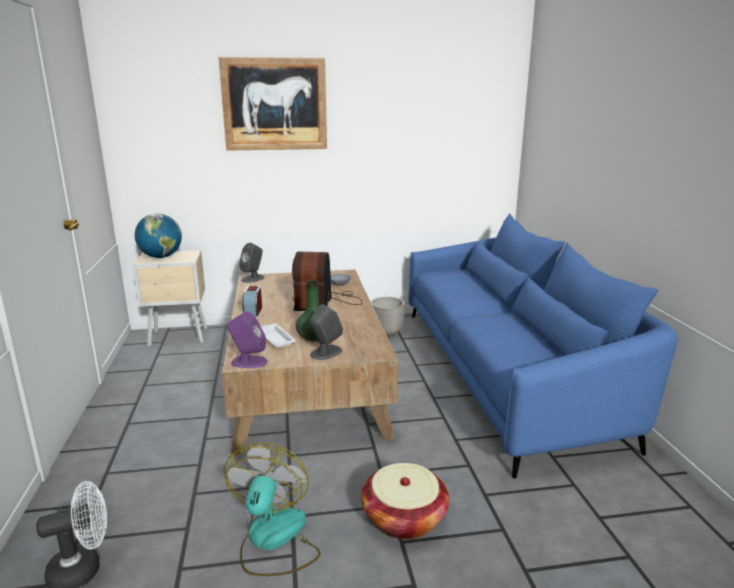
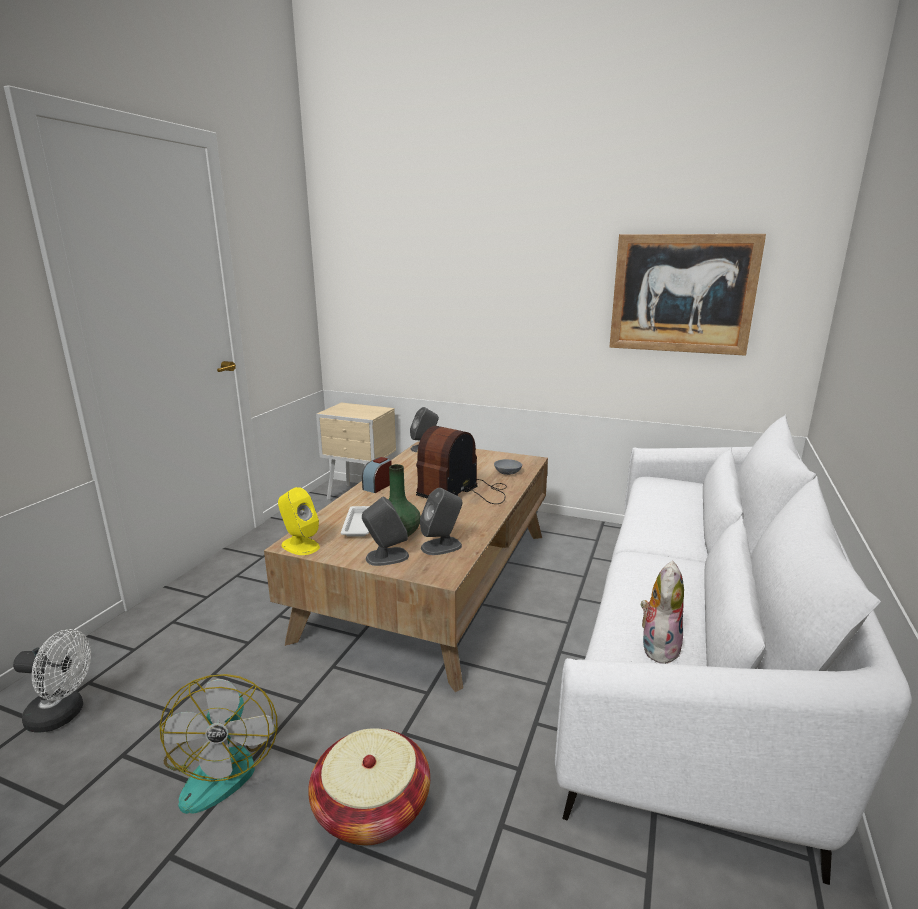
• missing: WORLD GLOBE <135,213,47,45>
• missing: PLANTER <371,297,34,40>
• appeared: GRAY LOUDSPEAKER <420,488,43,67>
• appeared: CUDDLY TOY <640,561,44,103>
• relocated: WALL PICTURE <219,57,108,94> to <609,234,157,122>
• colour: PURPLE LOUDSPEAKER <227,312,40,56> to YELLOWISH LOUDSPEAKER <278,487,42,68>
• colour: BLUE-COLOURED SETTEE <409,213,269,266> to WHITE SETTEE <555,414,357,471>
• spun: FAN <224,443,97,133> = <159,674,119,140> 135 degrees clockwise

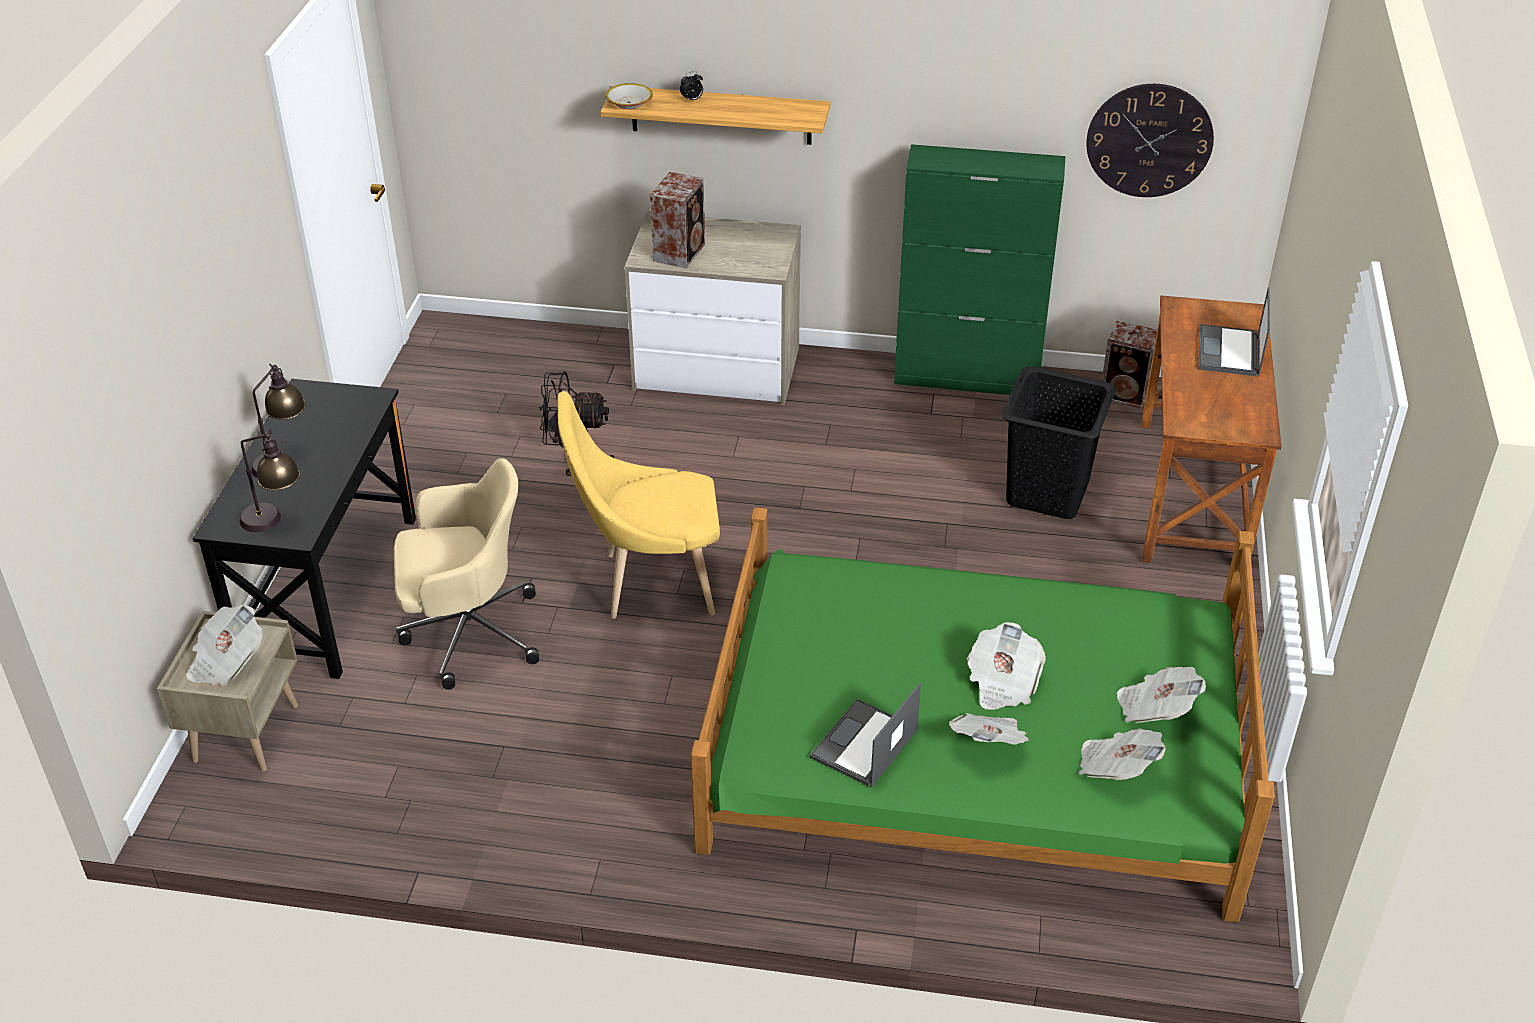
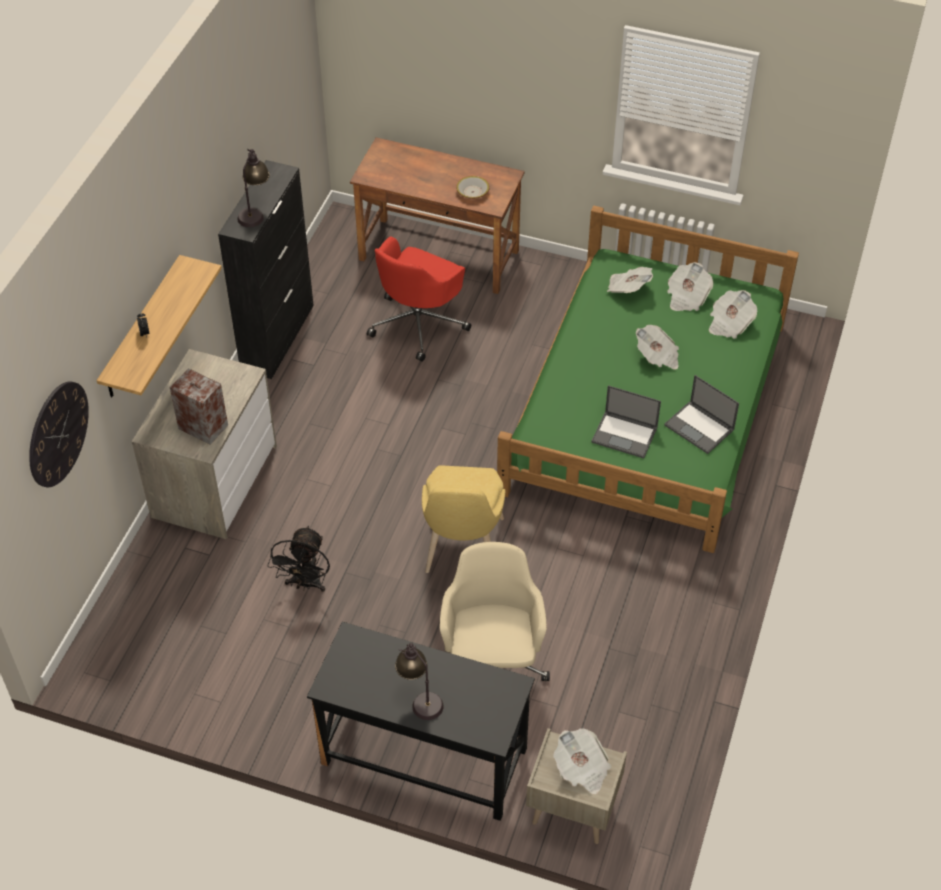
• missing: LOUDSPEAKER <1102,321,55,88>
• relocated: TABLE LAMP <240,430,60,102> to <237,149,33,78>
• relocated: BOWL <605,83,48,26> to <456,176,34,23>
• relocated: NEWSPAPER <949,713,81,32> to <607,267,46,26>
• relocated: CLOCK ON THE WALL <1087,84,127,113> to <29,381,60,106>
• relocated: LAPTOP <1198,287,72,90> to <591,385,70,73>
• exchanged: BLACKISH LAUNDRY BASKET <1002,366,114,153> to REDDISH COMPUTER CHAIR <367,236,104,126>
• colour: GREENISH STORAGE CABINET <894,144,171,251> to BLACKISH STORAGE CABINET <218,160,96,219>

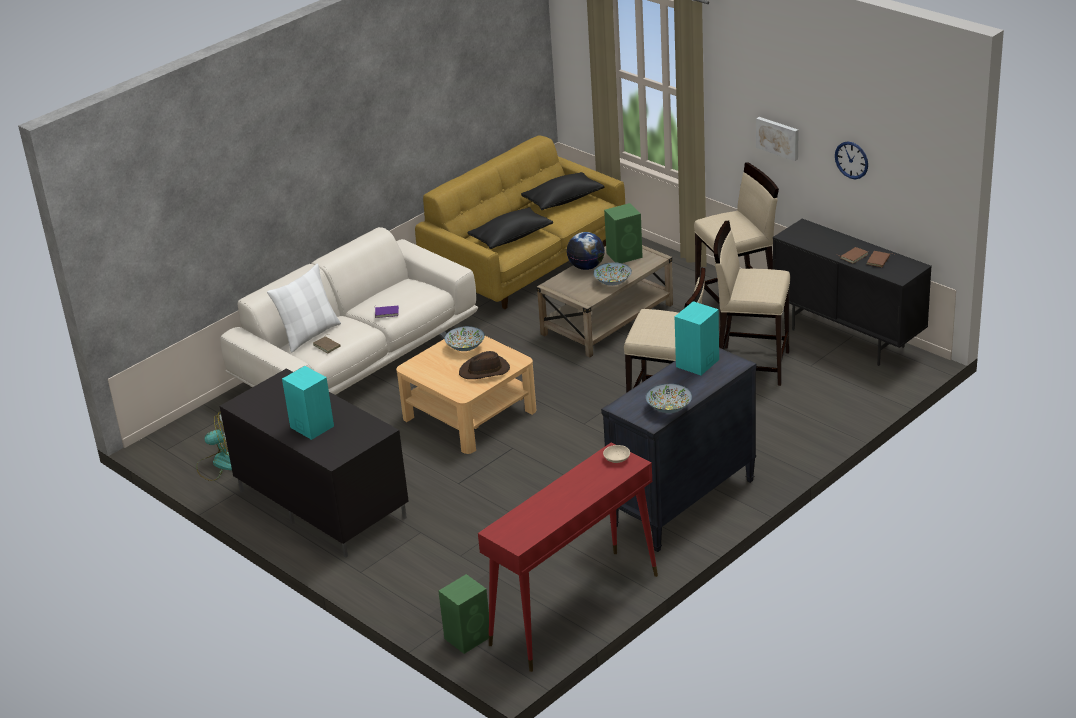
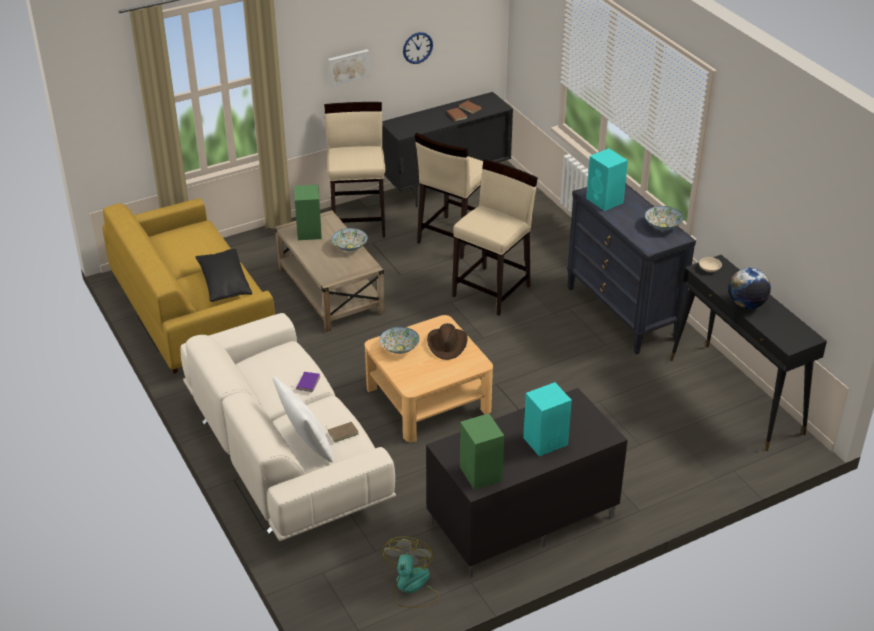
• missing: BLACKISH PILLOW <521,172,84,38>
• relocated: GREENISH LOUDSPEAKER <438,574,51,80> to <460,413,44,77>
• relocated: WORLD GLOBE <567,232,38,38> to <728,268,43,41>
• colour: REDDISH HALL TABLE <478,443,180,229> to BLACKISH HALL TABLE <670,255,157,196>

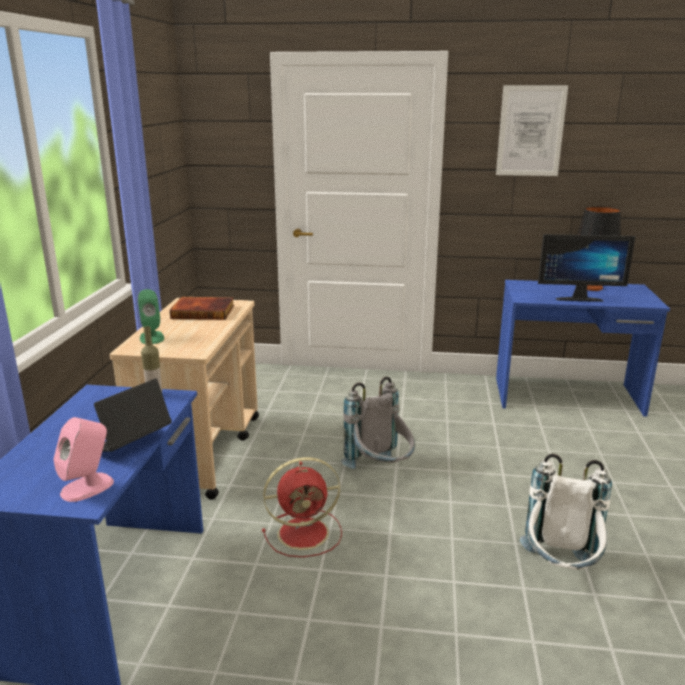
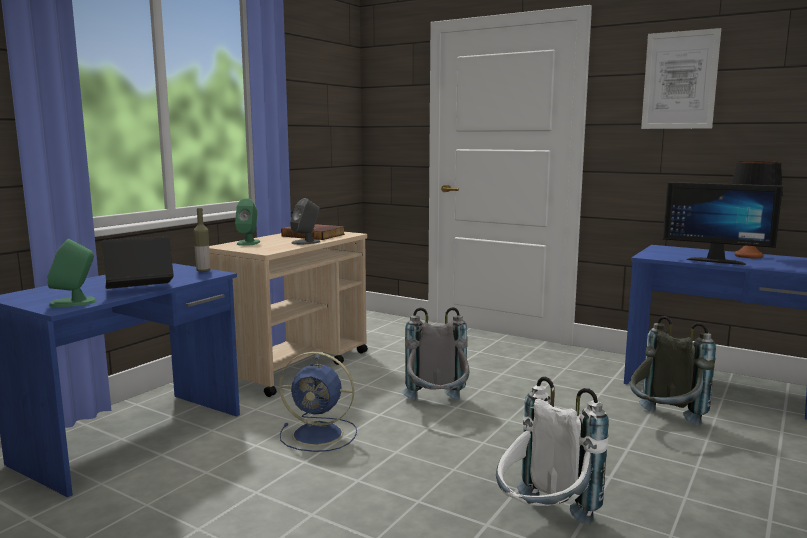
• appeared: GRAY LOUDSPEAKER <290,198,30,47>
• appeared: GRAY BACKPACK <630,316,86,109>
• colour: PINK LOUDSPEAKER <53,417,61,85> to GREENISH LOUDSPEAKER <48,239,49,68>
• colour: REDDISH FAN <262,457,80,100> to BLUE-COLOURED FAN <279,352,78,100>

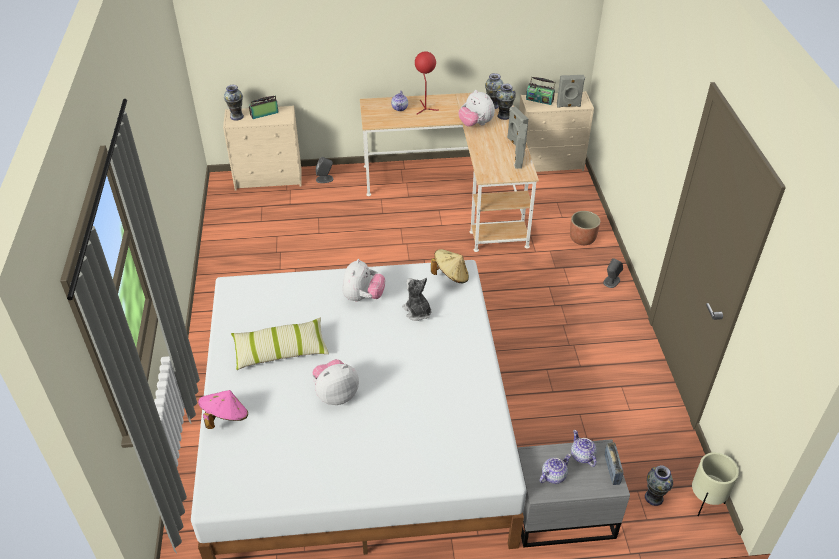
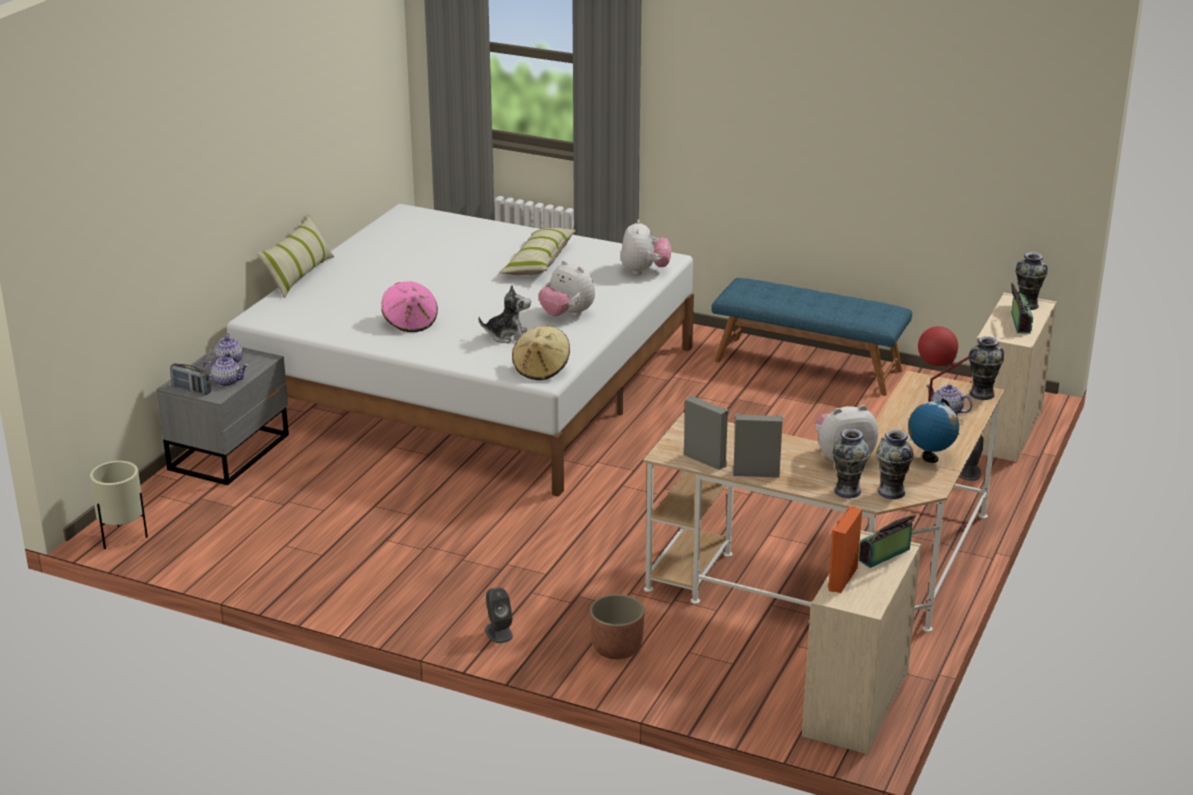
• appeared: PILLOW <257,215,77,83>
• appeared: BLUE-COLOURED INDOOR BENCH <711,278,201,118>
• appeared: WORLD GLOBE <908,398,51,65>
• relocated: PINK CLOTHING HAT <198,390,50,39> to <381,282,57,50>
• relocated: CUDDLY TOY <312,359,47,46> to <621,219,50,56>
• relocated: FLOWER VASE <645,465,28,41> to <968,336,36,64>
• colour: GRAY LOUDSPEAKER <557,75,28,32> to ORANGE-COLOURED LOUDSPEAKER <828,506,34,87>

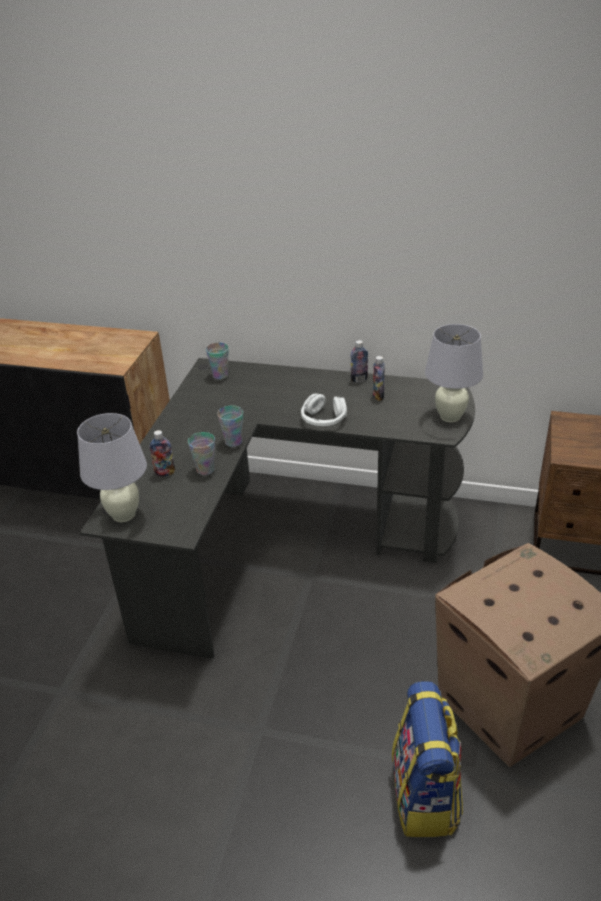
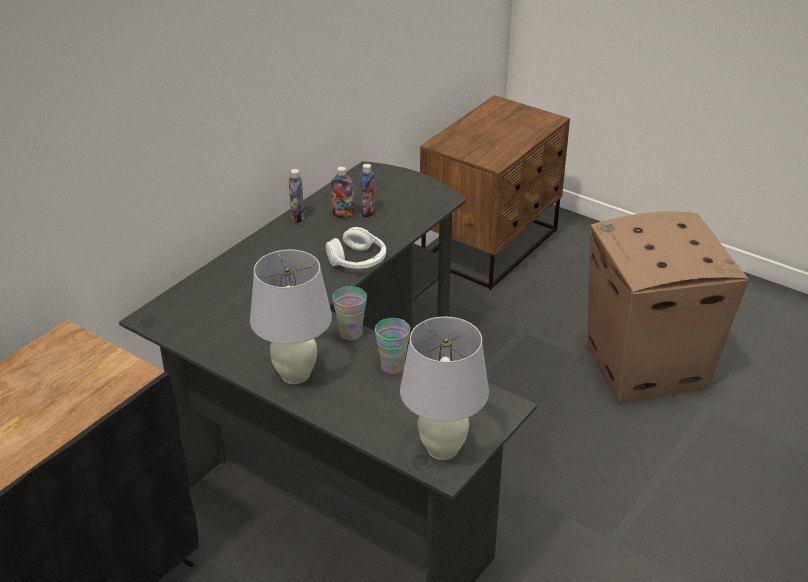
• missing: DRINKING CUP <206,342,23,37>
• missing: BACKPACK <392,681,71,156>
• relocated: DRINK BOTTLE <149,430,26,47> to <360,164,15,53>
• relocated: WHITE TABLE LAMP <425,324,58,98> to <250,249,82,135>

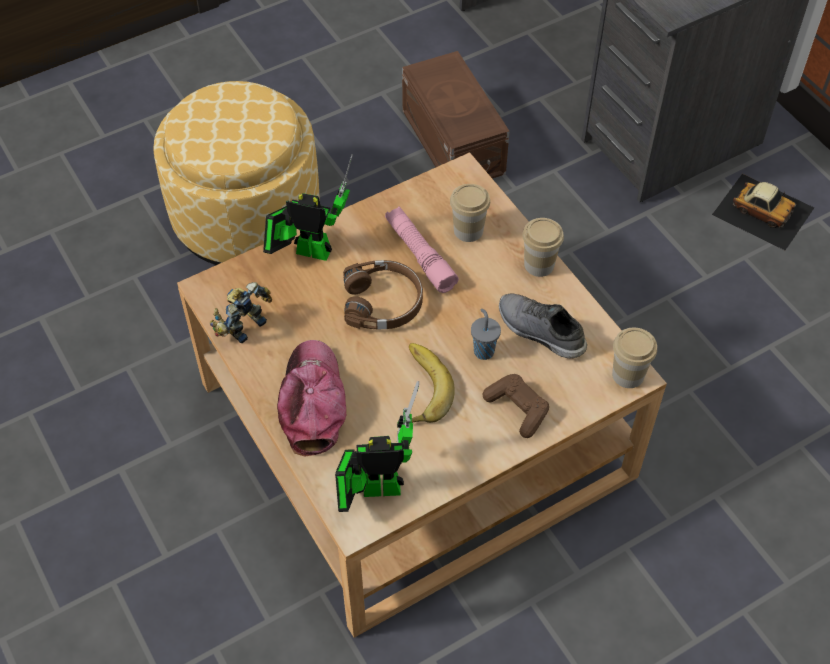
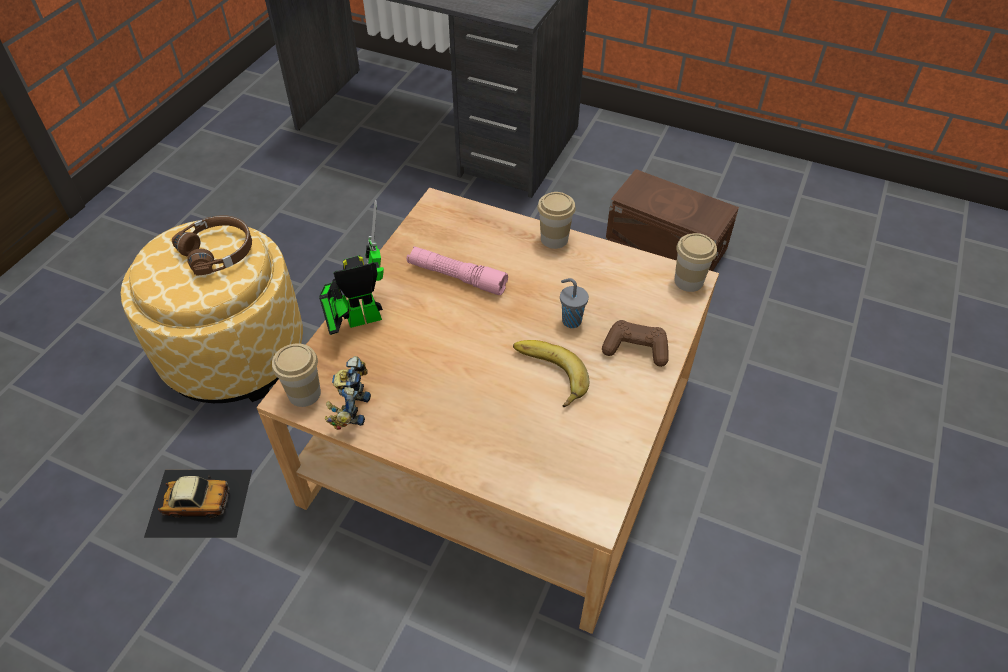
• missing: BASEBALL CAP <277,340,69,117>
• missing: ROBOT FIGURE <335,381,84,131>
• missing: GRAY LOW SHOE <499,294,88,64>
• relocated: BROWNISH HEADSET <343,260,80,69> to <172,215,80,61>
• relocated: BROWNISH STORAGE BIN <402,51,107,128> to <606,169,133,102>
• relocated: DRINKING CUP <450,184,40,58> to <272,343,49,64>
• relocated: TOY CAR <712,174,102,76> to <144,470,108,68>

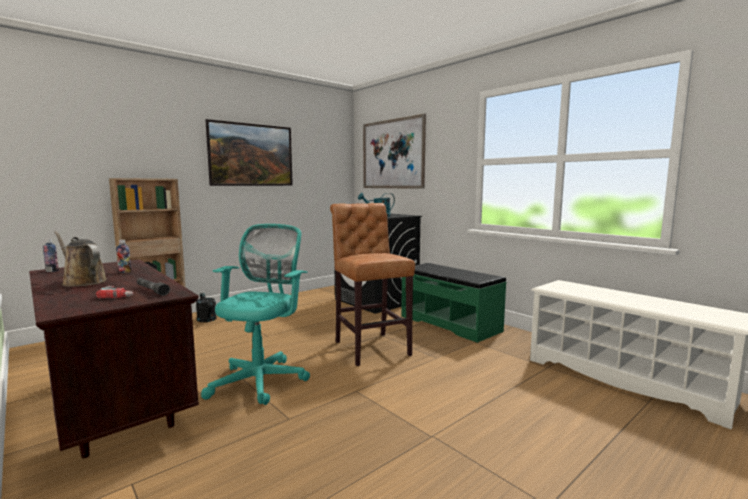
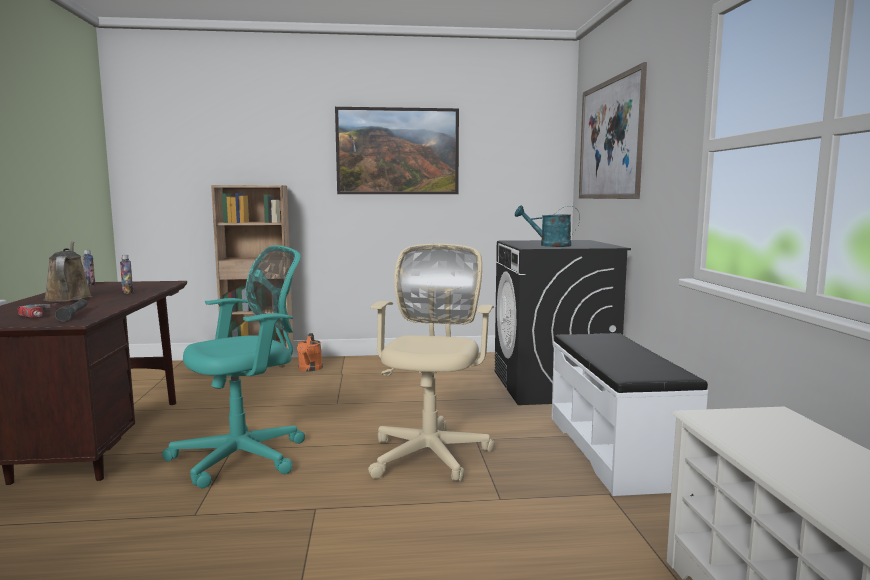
• exchanged: BROWNISH STOOL SEAT <330,203,85,163> to BEIGE COMPUTER CHAIR <368,244,127,238>
• colour: BLACKISH SPRINKLING CAN <196,293,20,29> to ORANGE-COLOURED SPRINKLING CAN <297,333,26,39>
• colour: GREENISH INDOOR BENCH <401,263,105,80> to WHITE INDOOR BENCH <551,333,157,163>

